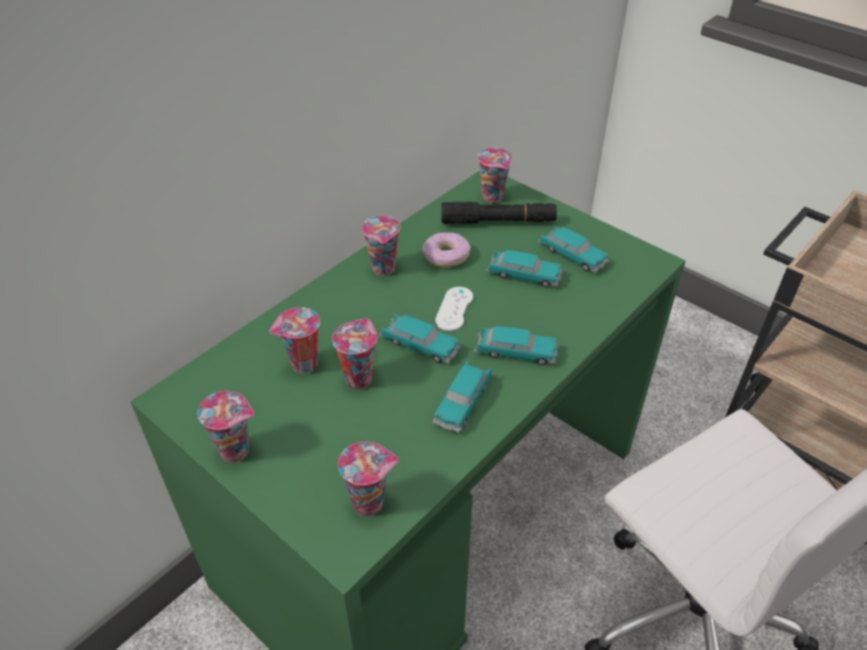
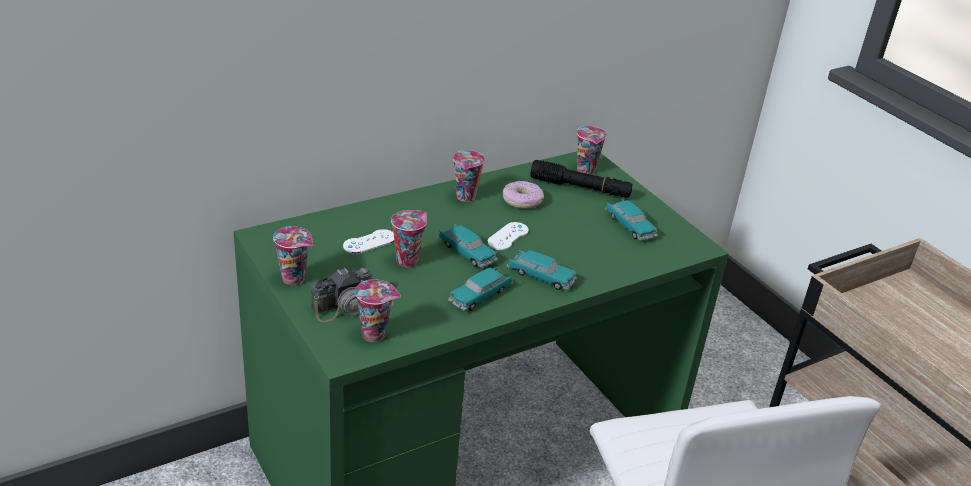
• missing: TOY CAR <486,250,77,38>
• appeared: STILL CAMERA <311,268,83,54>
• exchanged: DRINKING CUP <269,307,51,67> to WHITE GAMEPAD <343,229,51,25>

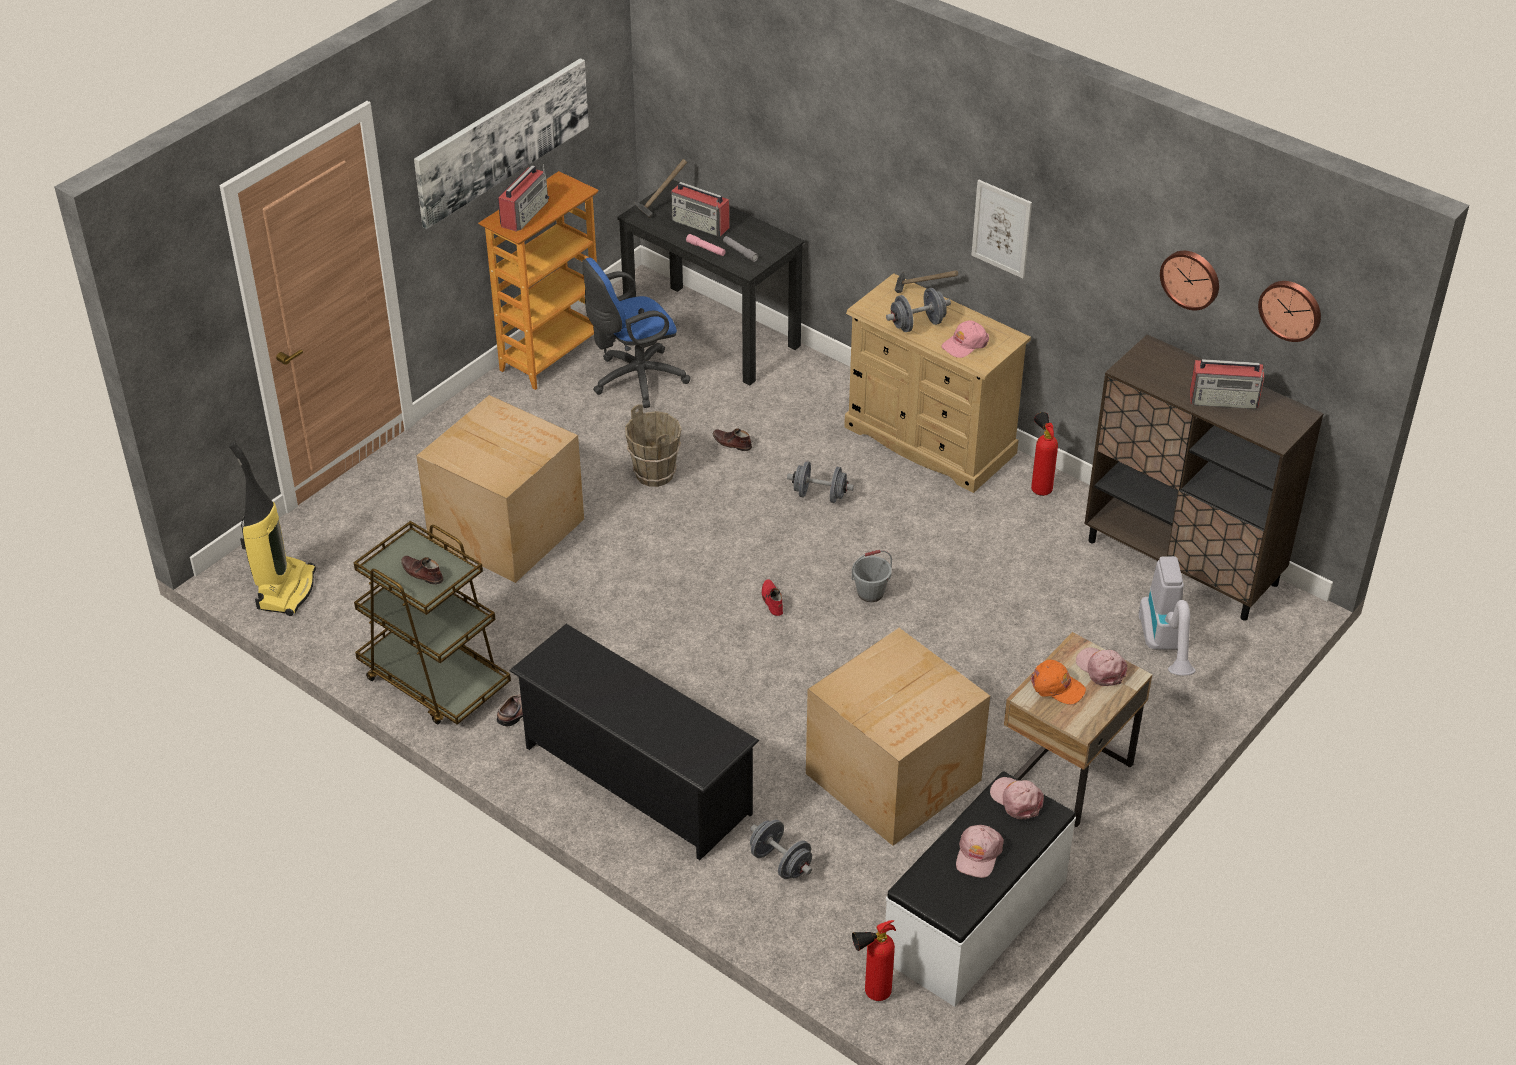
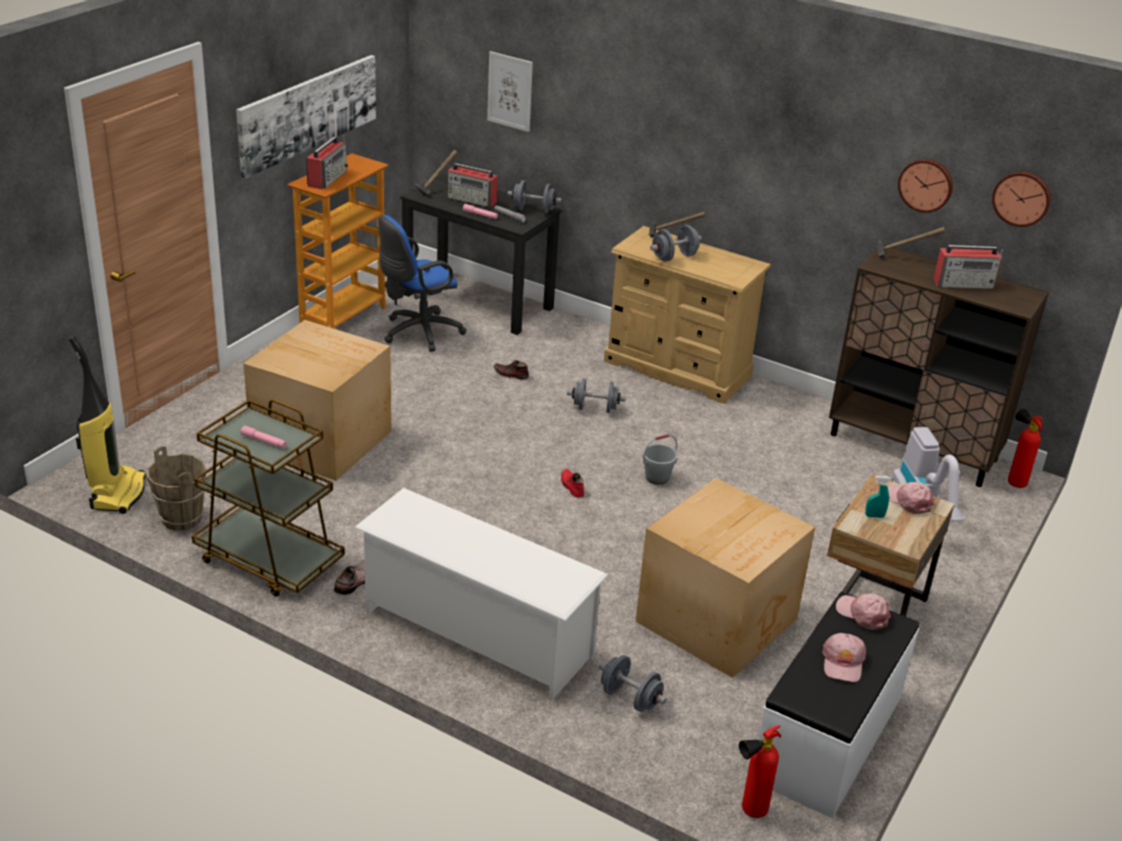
• missing: PINK BASEBALL CAP <941,320,48,38>
• appeared: GRAY DUMBBELL <507,180,55,34>
• appeared: TOOL HAMMER <878,227,67,32>
• relocated: BROWNISH WATER BUCKET <625,404,57,83> to <147,446,60,85>
• relocated: WALL PICTURE <971,180,61,98> to <487,51,46,81>
• relocated: EXTINGUISHER <1031,412,27,84> to <1008,408,35,80>
• exchanged: BROWNISH LOW SHOE <401,556,43,29> to PINK FLASHLIGHT <241,426,46,23>
• exchanged: ORANGE-COLOURED BASEBALL CAP <1030,660,56,44> to TURQUOISE-COLOURED HAND SPRAYER <865,476,25,42>
• colour: BLACKISH SHOE RACK <509,624,250,236> to WHITE SHOE RACK <355,488,253,213>

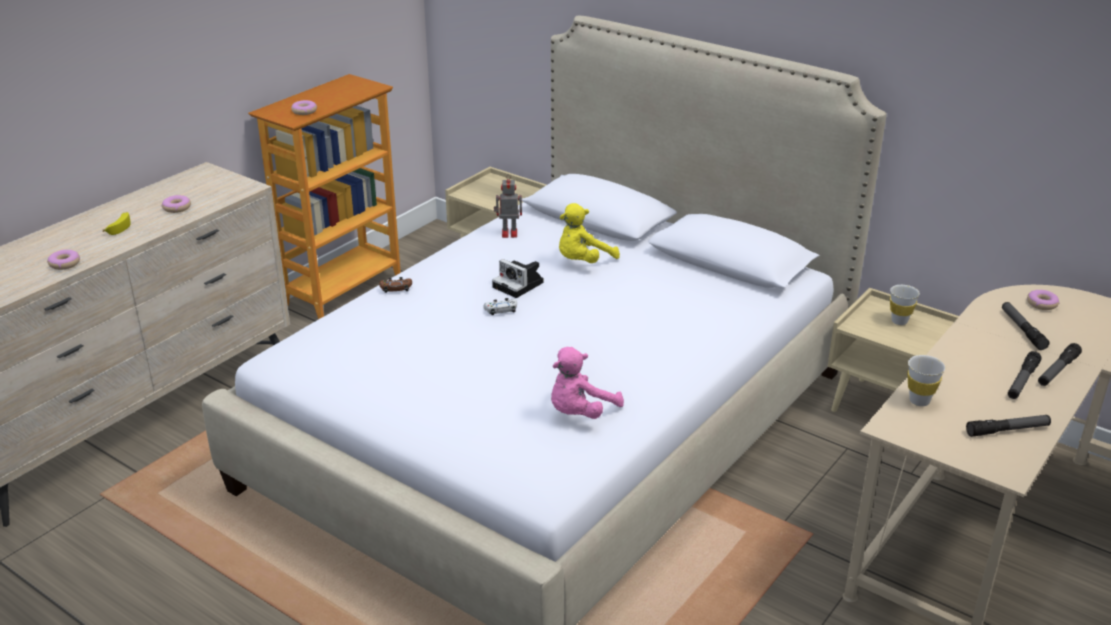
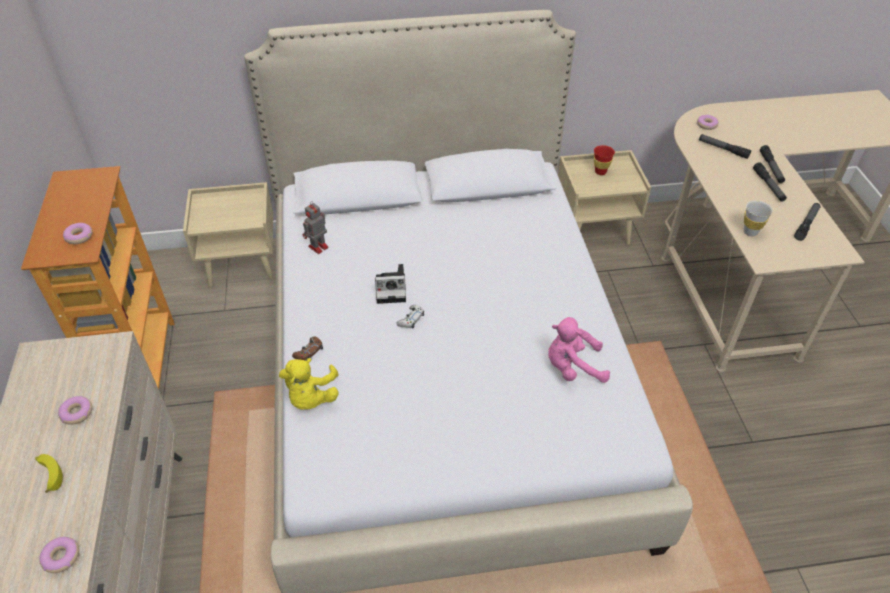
• relocated: YELLOWISH CUDDLY TOY <559,203,61,60> to <279,358,60,52>
• colour: WHITE DRINKING CUP <890,285,30,40> to REDDISH DRINKING CUP <594,145,21,30>
• spun: PINK CUDDLY TOY <551,347,73,72> = <548,317,62,66> 90 degrees clockwise

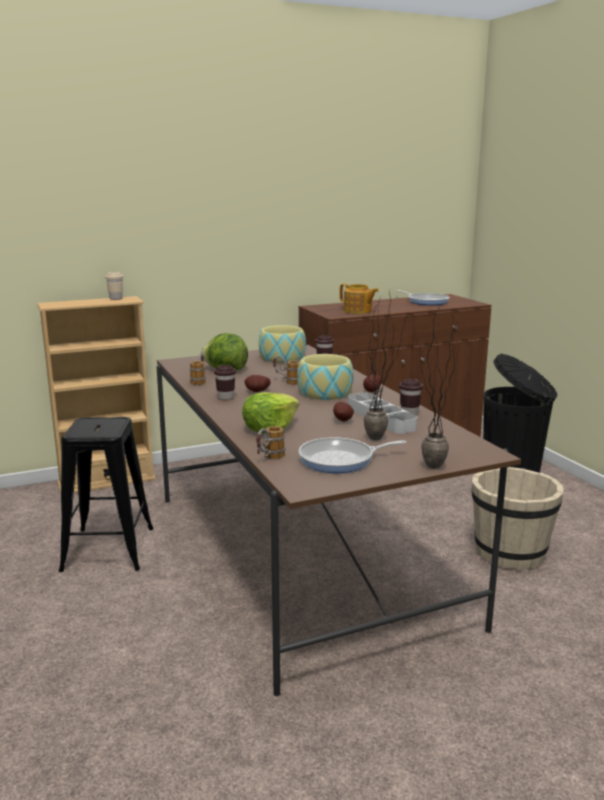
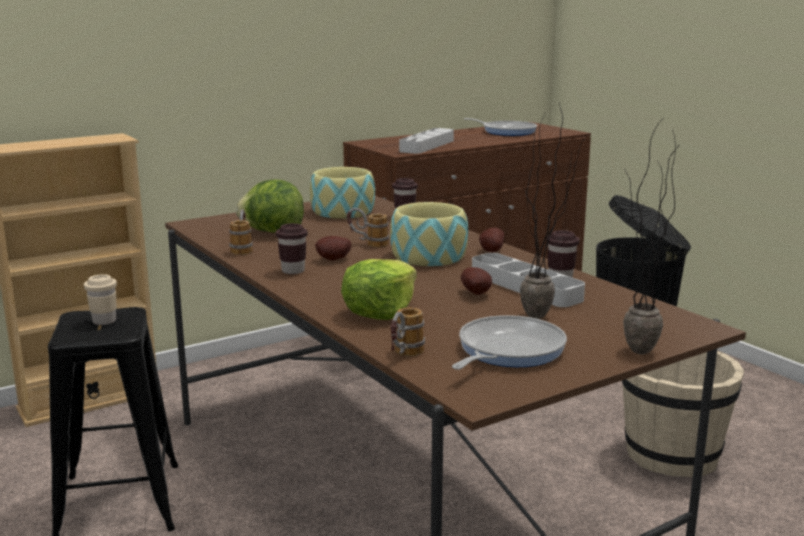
• relocated: BEIGE DRINKING CUP <105,272,18,28> to <84,274,33,51>
• exchanged: TEAPOT <339,284,40,30> to GRAY SERVING TRAY <399,128,55,26>
• spun: FRYING PAN <299,437,108,36> = <452,315,115,55> 150 degrees clockwise

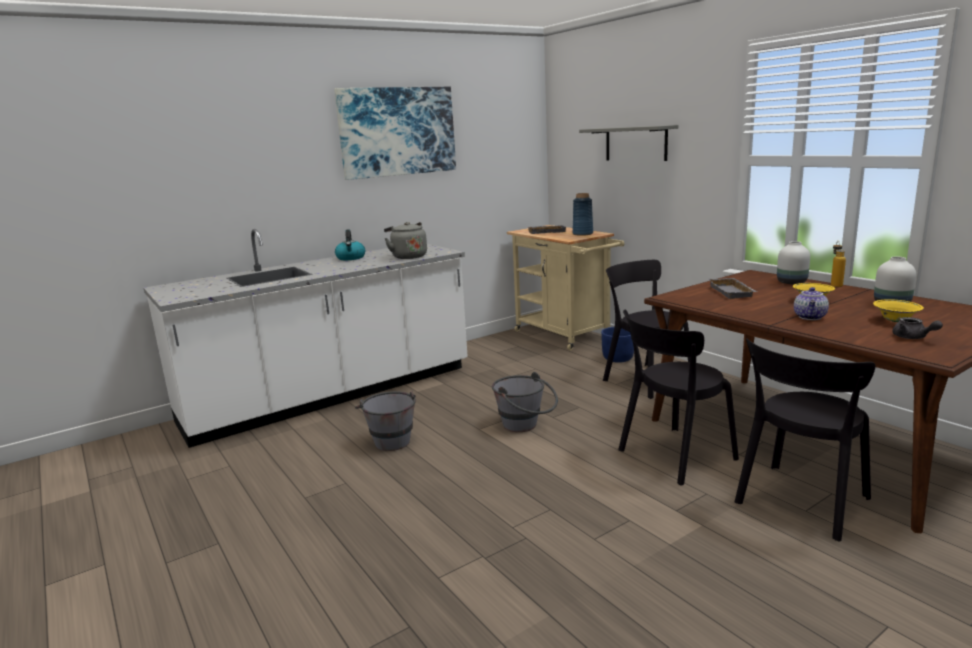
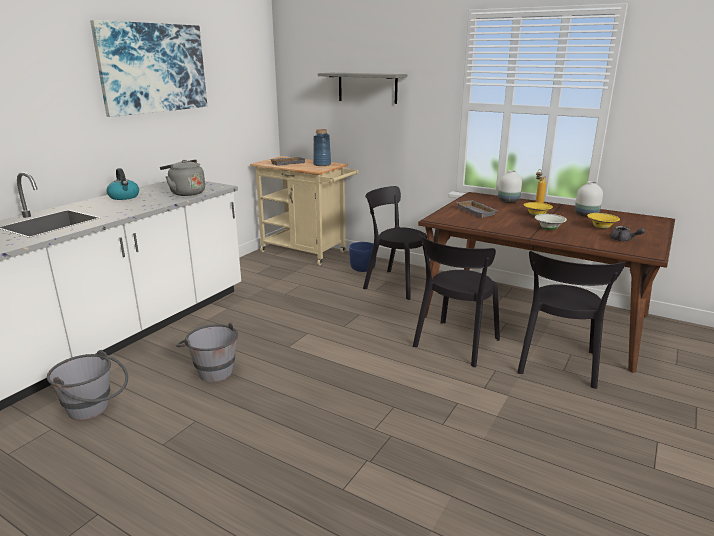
• relocated: GRAY WATER BUCKET <492,372,66,60> to <47,350,81,71>
• exchanged: TEAPOT <794,287,35,33> to WHITE BOWL <535,214,32,16>

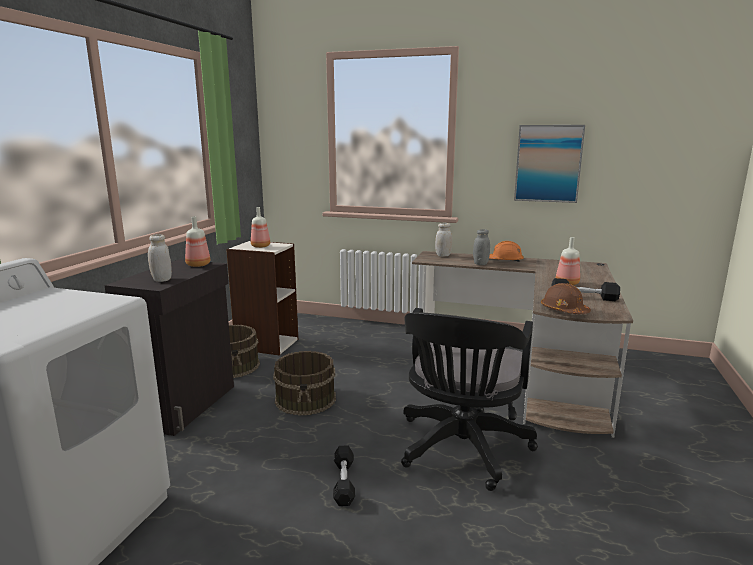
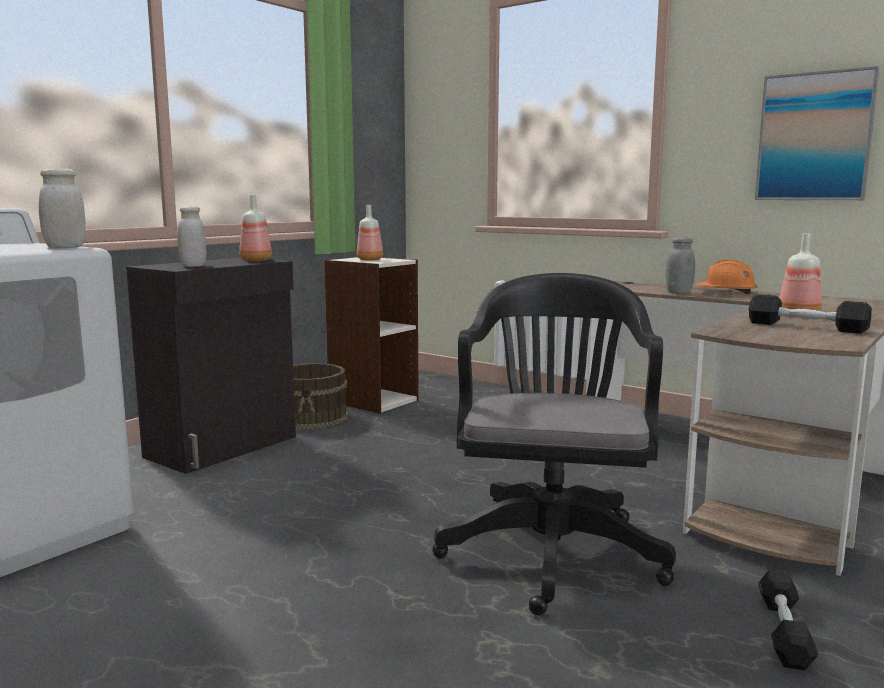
• missing: BROWNISH WATER BUCKET <273,351,63,65>
• missing: BROWNISH WORK HELMET <541,283,50,31>
• relocated: BLACKISH DUMBBELL <333,445,22,61> to <758,569,60,102>
• relocated: WHITE STORAGE JAR <435,223,17,34> to <39,169,46,79>
• spun: BLACKISH COMPUTER CHAIR <401,308,137,183> = <432,273,244,342> 150 degrees clockwise

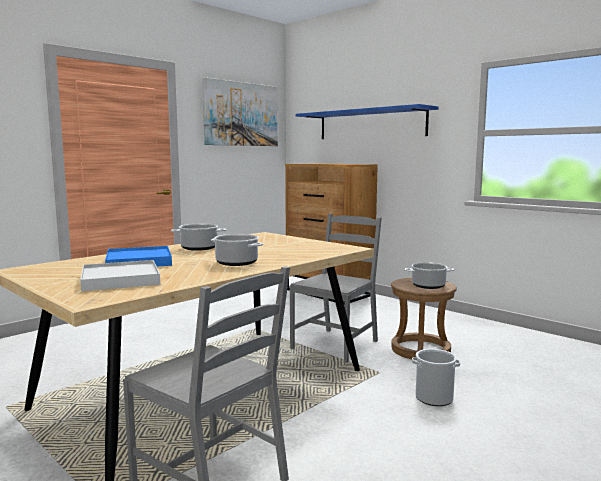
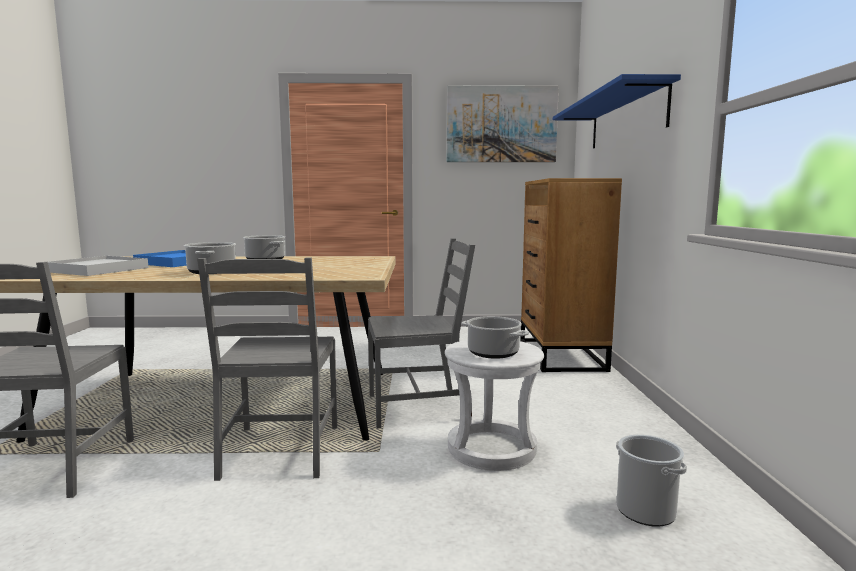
• appeared: GRAY PLAIN CHAIR <197,257,140,224>
• relocated: WATER BUCKET <412,349,48,57> to <616,434,71,93>
• colour: BROWNISH STOOL SEAT <391,278,66,81> to WHITE STOOL SEAT <445,340,99,131>

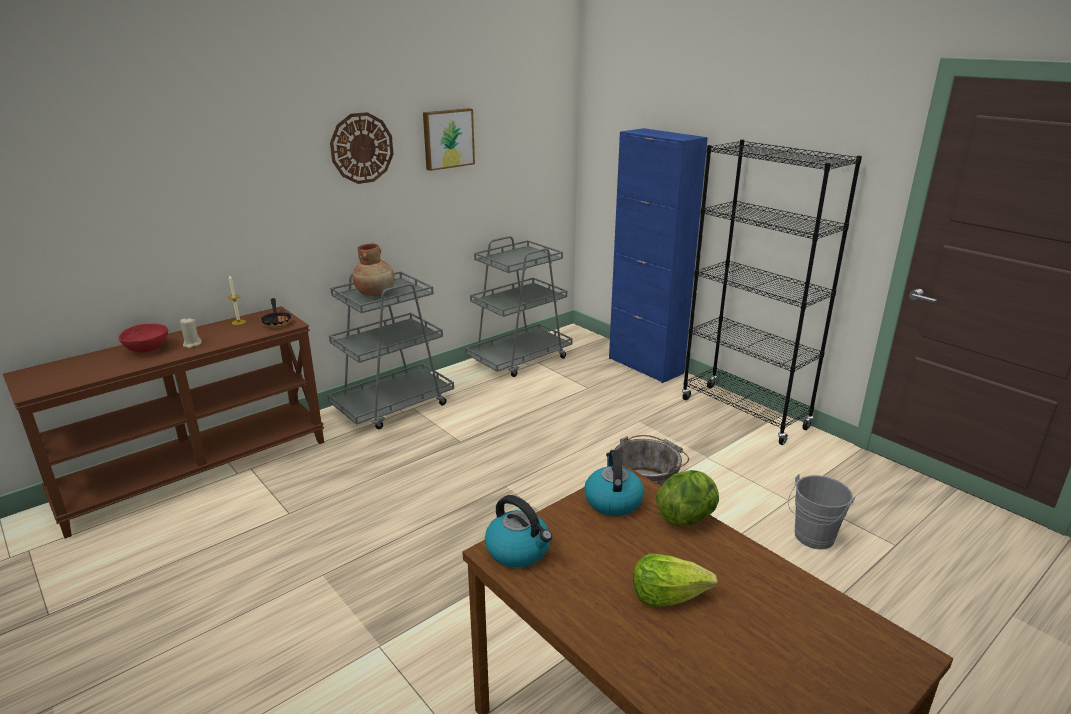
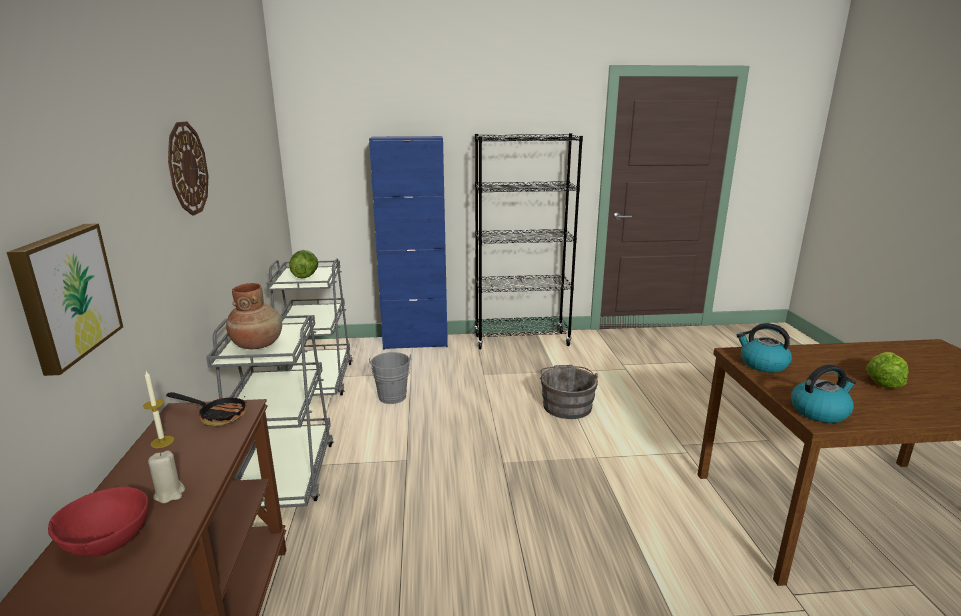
• relocated: WALL PICTURE <423,108,52,63> to <7,223,116,153>
• relocated: LETTUCE HEAD <656,470,63,56> to <289,250,29,29>
• relocated: GRAY WATER BUCKET <788,474,67,76> to <369,352,42,52>

